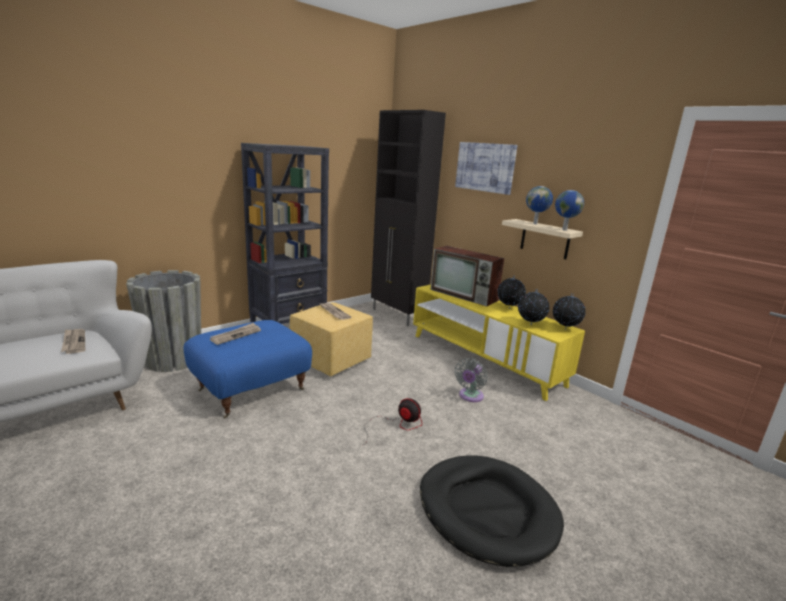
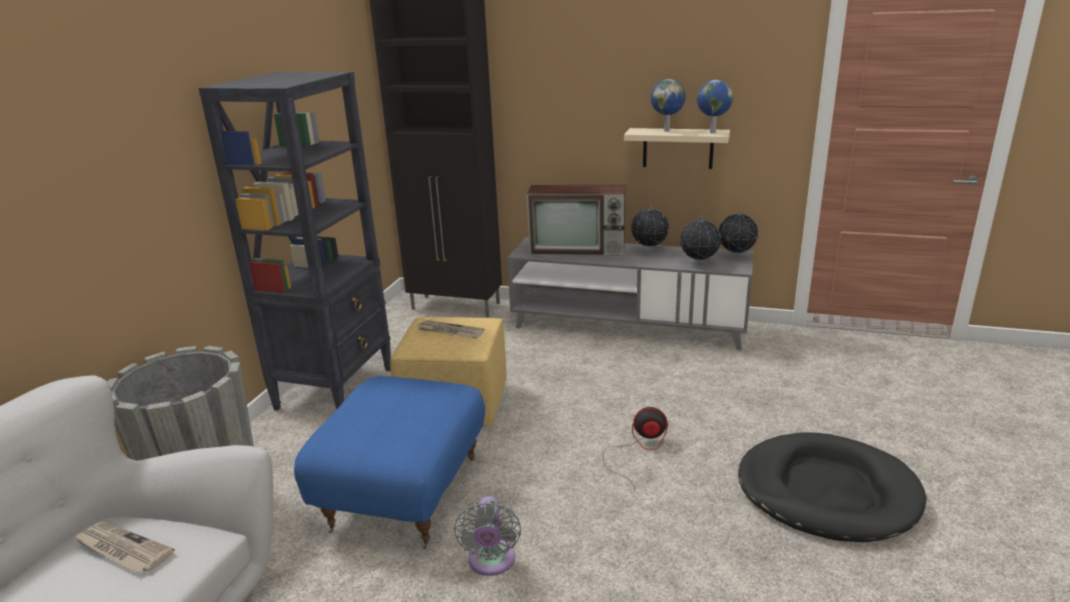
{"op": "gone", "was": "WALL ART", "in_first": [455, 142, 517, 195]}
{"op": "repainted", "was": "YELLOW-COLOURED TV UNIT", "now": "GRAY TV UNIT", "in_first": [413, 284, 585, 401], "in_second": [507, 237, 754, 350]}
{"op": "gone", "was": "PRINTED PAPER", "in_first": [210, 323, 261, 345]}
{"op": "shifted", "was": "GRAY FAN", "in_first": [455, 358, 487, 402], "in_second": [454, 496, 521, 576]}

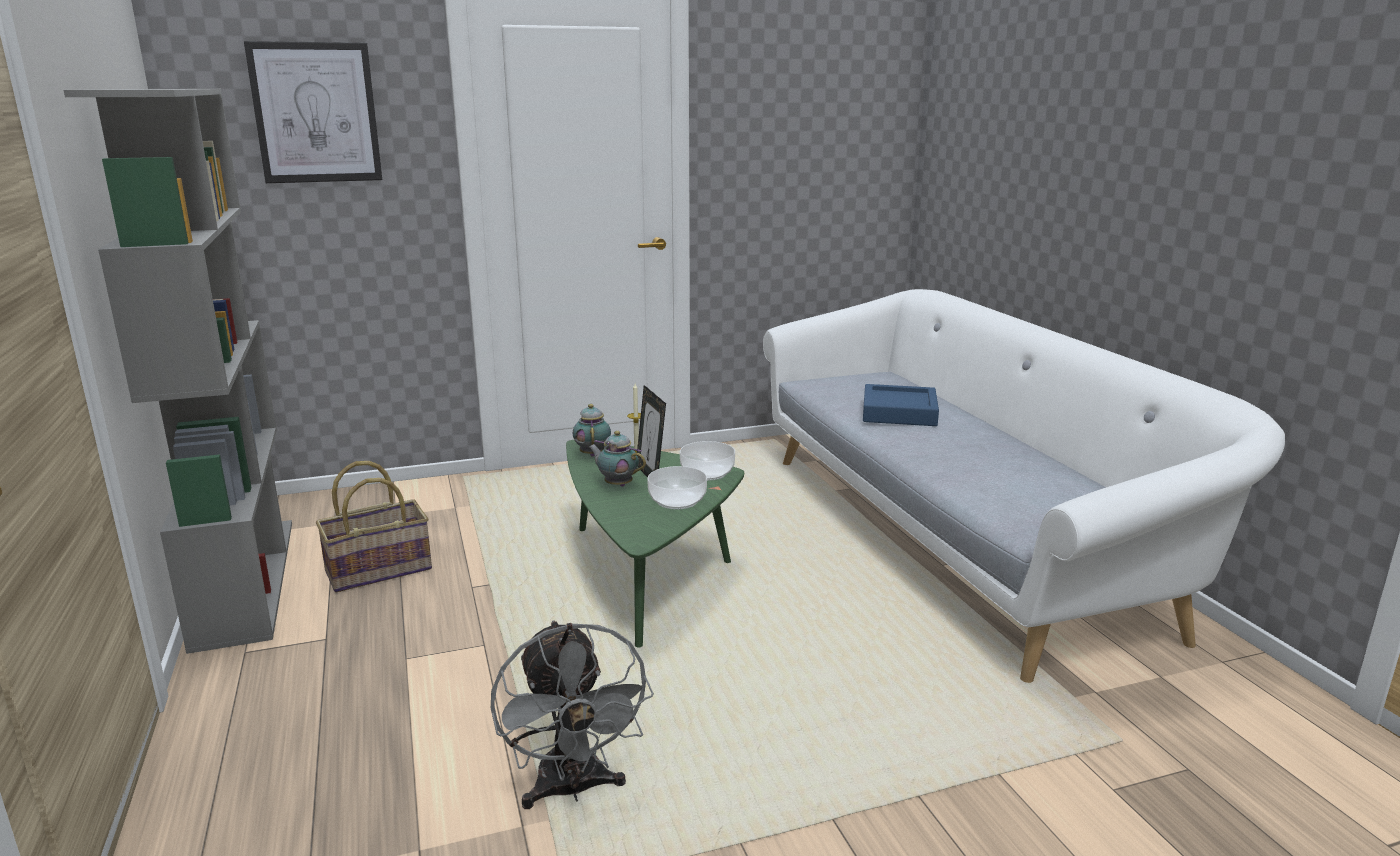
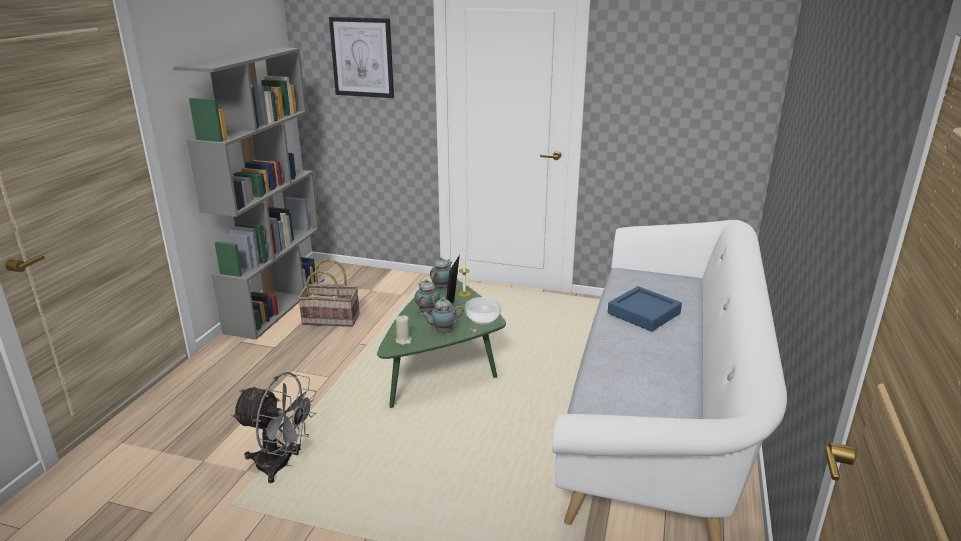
{"op": "swapped", "was": "BOWL", "now": "TEA POT", "in_first": [647, 466, 707, 509], "in_second": [421, 297, 464, 332]}
{"op": "rotated", "was": "GRAY FAN", "in_first": [491, 620, 654, 809], "in_second": [231, 372, 317, 483], "clockwise": -90}
{"op": "new", "now": "BEIGE-COLOURED WAX LIGHT", "in_second": [396, 315, 412, 345]}

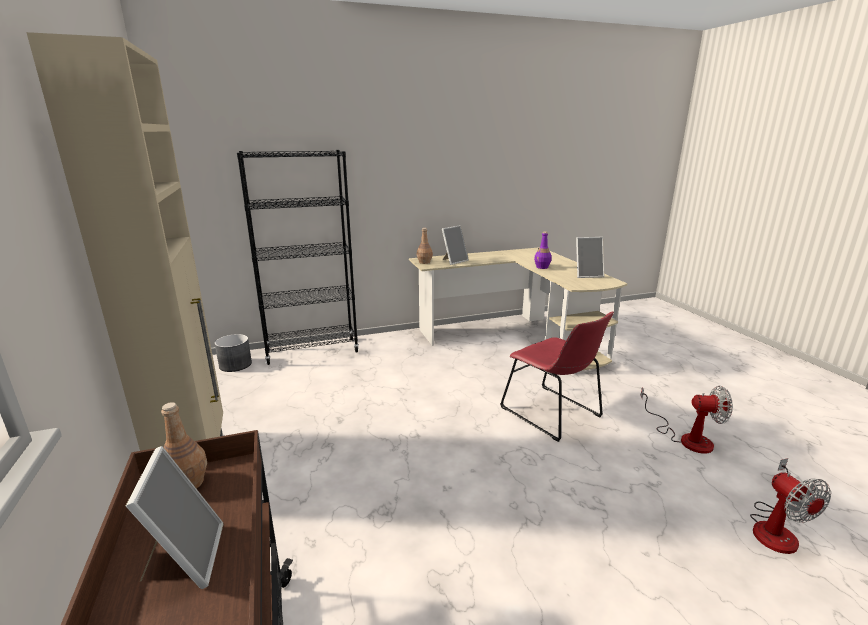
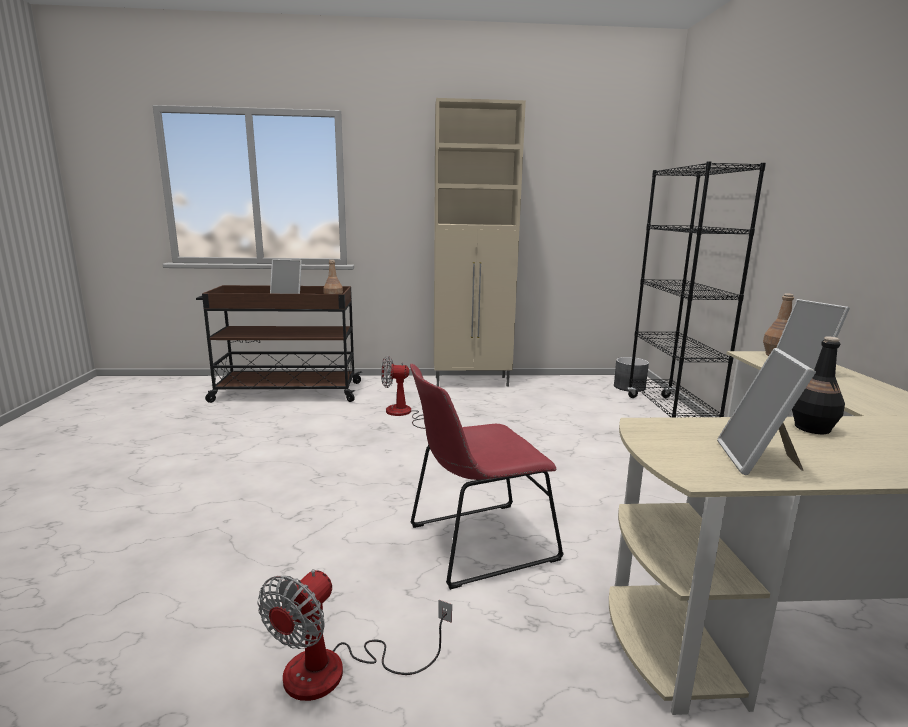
{"op": "repainted", "was": "PURPLISH BOTTLE", "now": "BLACK BOTTLE", "in_first": [534, 232, 552, 269], "in_second": [792, 336, 845, 434]}
{"op": "shifted", "was": "FAN", "in_first": [750, 458, 831, 554], "in_second": [381, 356, 425, 429]}

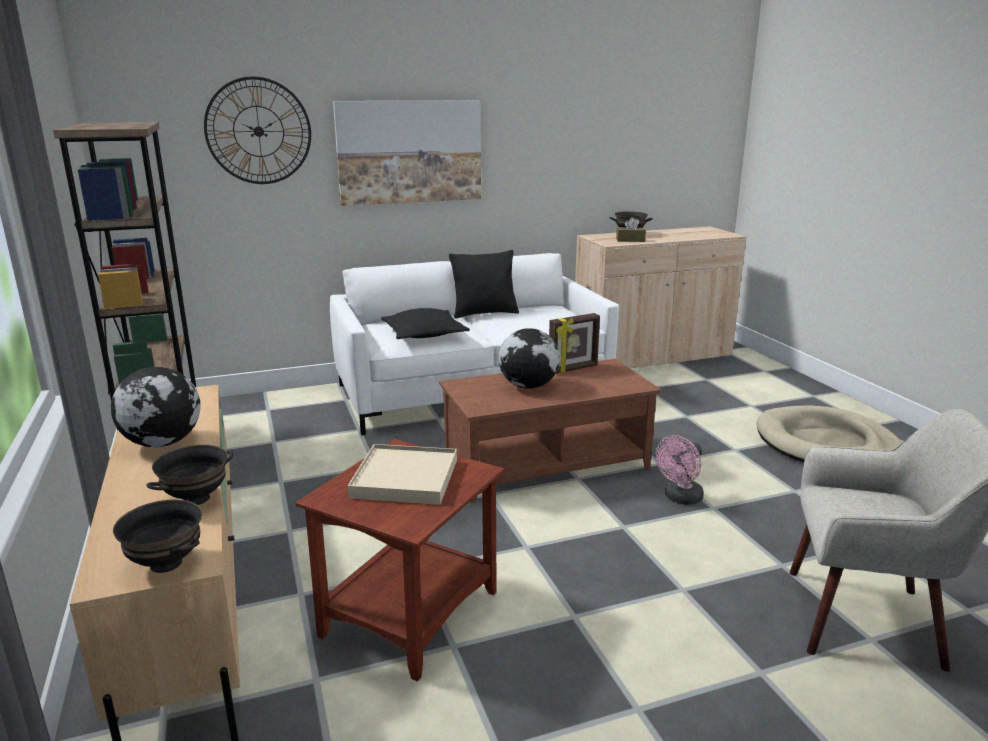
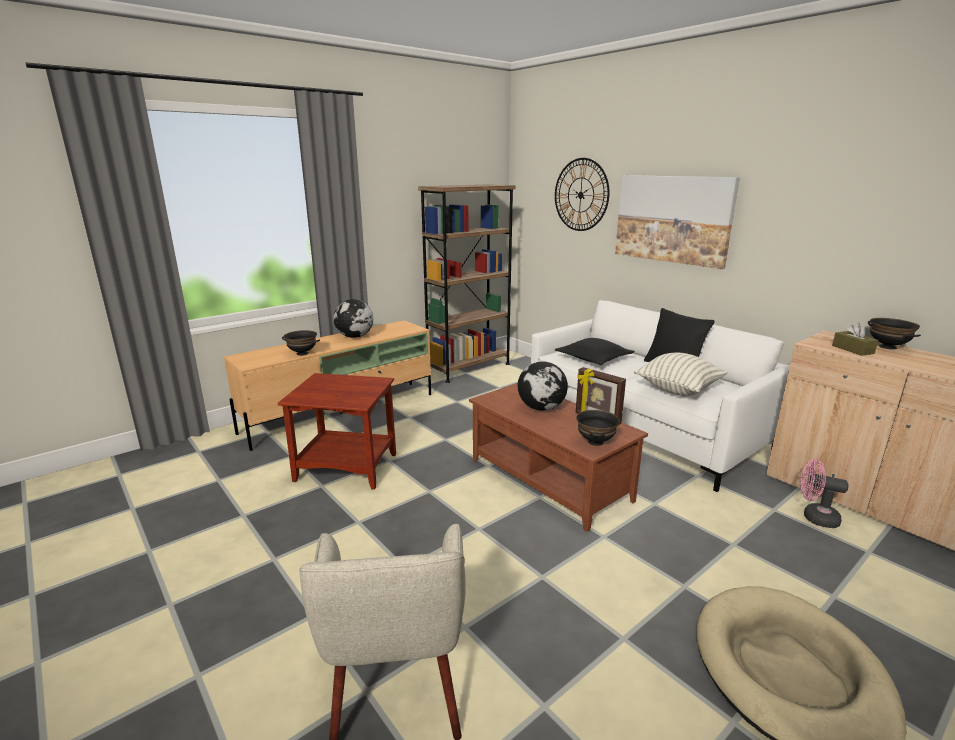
{"op": "shifted", "was": "PINKISH FAN", "in_first": [656, 435, 704, 505], "in_second": [800, 459, 849, 528]}
{"op": "gone", "was": "BEIGE-COLOURED SERVING TRAY", "in_first": [348, 444, 457, 505]}
{"op": "shifted", "was": "BLACK BOWL", "in_first": [113, 499, 202, 573], "in_second": [576, 410, 620, 446]}
{"op": "new", "now": "PILLOW", "in_second": [634, 353, 728, 396]}

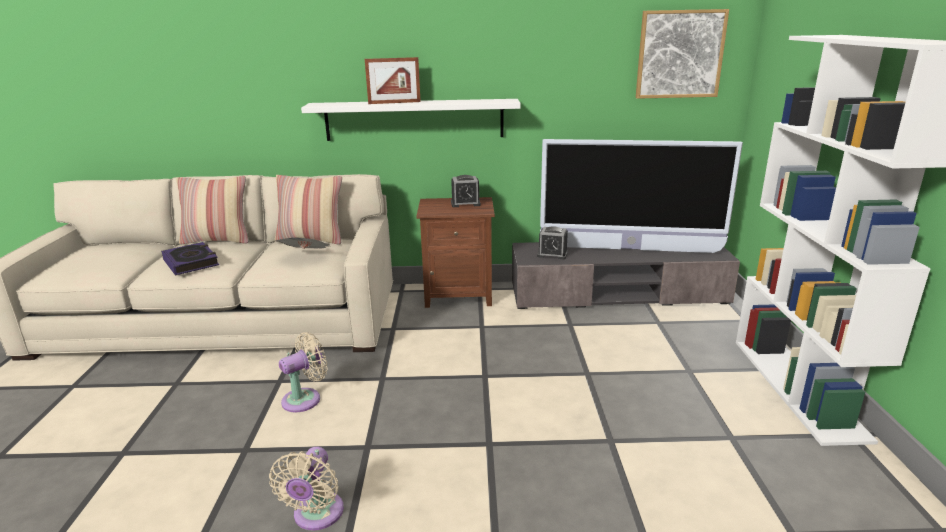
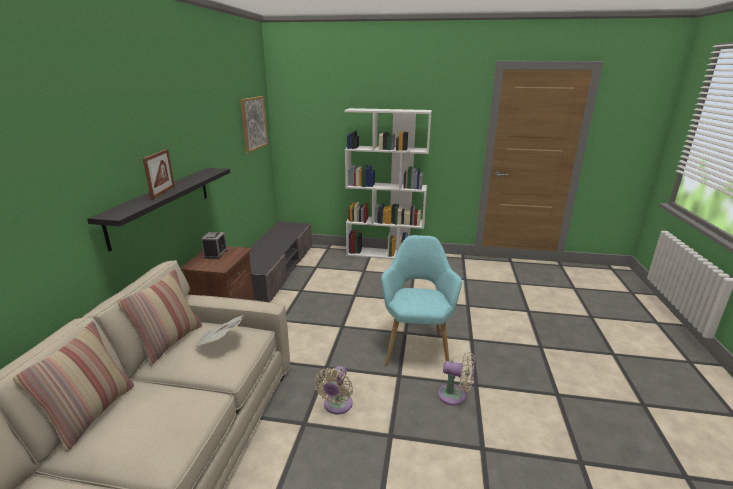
{"op": "repainted", "was": "WHITE-COLOURED WALL SHELF", "now": "BLACK WALL SHELF", "in_first": [301, 99, 521, 141], "in_second": [87, 168, 230, 251]}
{"op": "gone", "was": "TELEVISION", "in_first": [540, 139, 743, 253]}
{"op": "gone", "was": "TABLE CLOCK", "in_first": [537, 226, 568, 259]}
{"op": "gone", "was": "VOLUME", "in_first": [161, 242, 219, 275]}
{"op": "rotated", "was": "BEIGE-COLOURED FAN", "in_first": [279, 332, 328, 412], "in_second": [314, 366, 353, 414], "clockwise": -135}
{"op": "new", "now": "BLUE-GREEN EASY CHAIR", "in_second": [381, 235, 462, 366]}

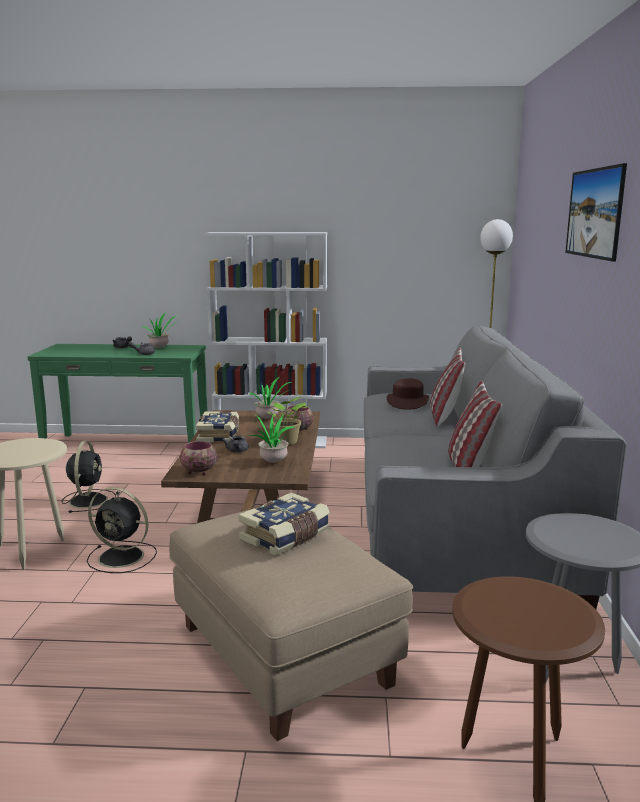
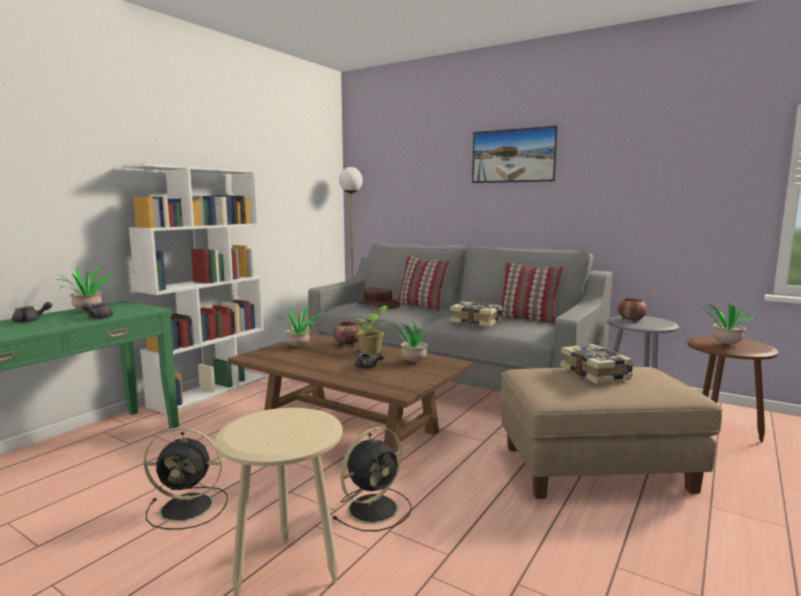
{"op": "shifted", "was": "VOLUME", "in_first": [196, 411, 239, 443], "in_second": [450, 302, 502, 326]}
{"op": "rotated", "was": "BLACK FAN", "in_first": [62, 441, 116, 513], "in_second": [144, 427, 228, 530], "clockwise": 150}
{"op": "shifted", "was": "BOWL", "in_first": [180, 441, 217, 475], "in_second": [617, 298, 647, 322]}
{"op": "new", "now": "HOUSEPLANT", "in_second": [699, 302, 757, 344]}

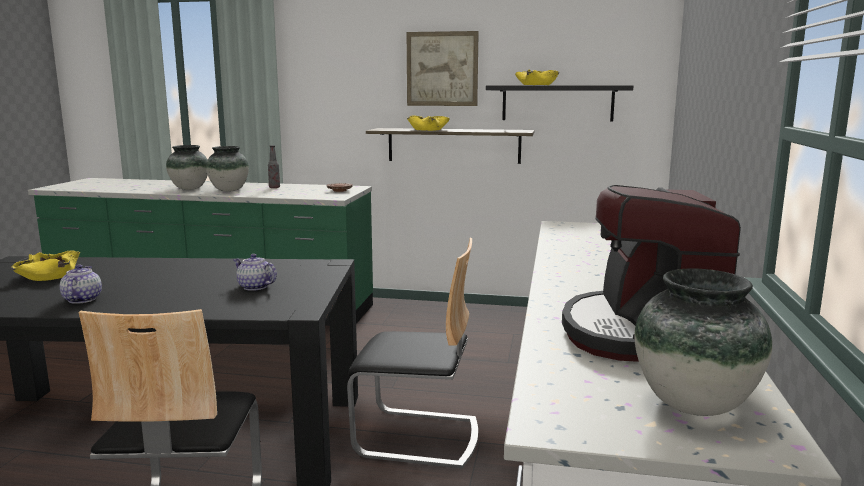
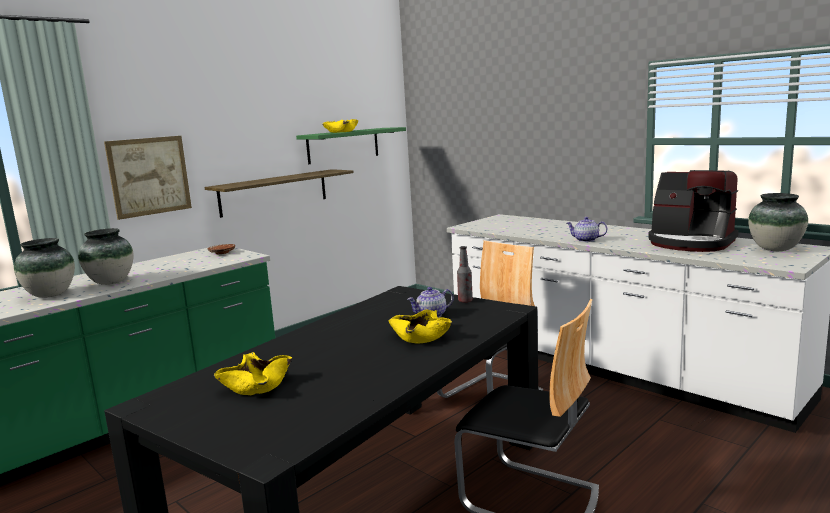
{"op": "shifted", "was": "WALL ART", "in_first": [407, 31, 479, 106], "in_second": [104, 136, 192, 220]}
{"op": "repainted", "was": "BLACK WALL SHELF", "now": "GREEN-COLOURED WALL SHELF", "in_first": [486, 85, 633, 121], "in_second": [296, 127, 406, 164]}
{"op": "shifted", "was": "YELLOW-COLOURED BOWL", "in_first": [407, 115, 450, 131], "in_second": [388, 310, 452, 344]}
{"op": "shifted", "was": "BOTTLE", "in_first": [268, 145, 280, 188], "in_second": [457, 246, 473, 303]}
{"op": "shifted", "was": "TEA POT", "in_first": [60, 264, 102, 304], "in_second": [567, 217, 607, 242]}

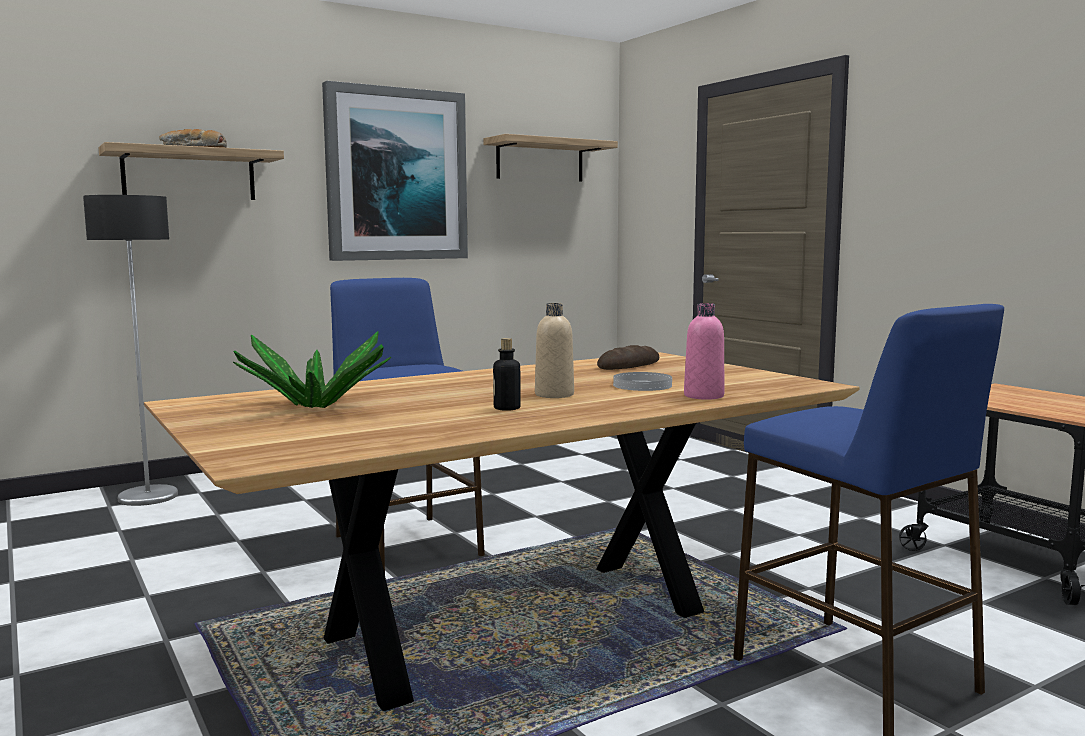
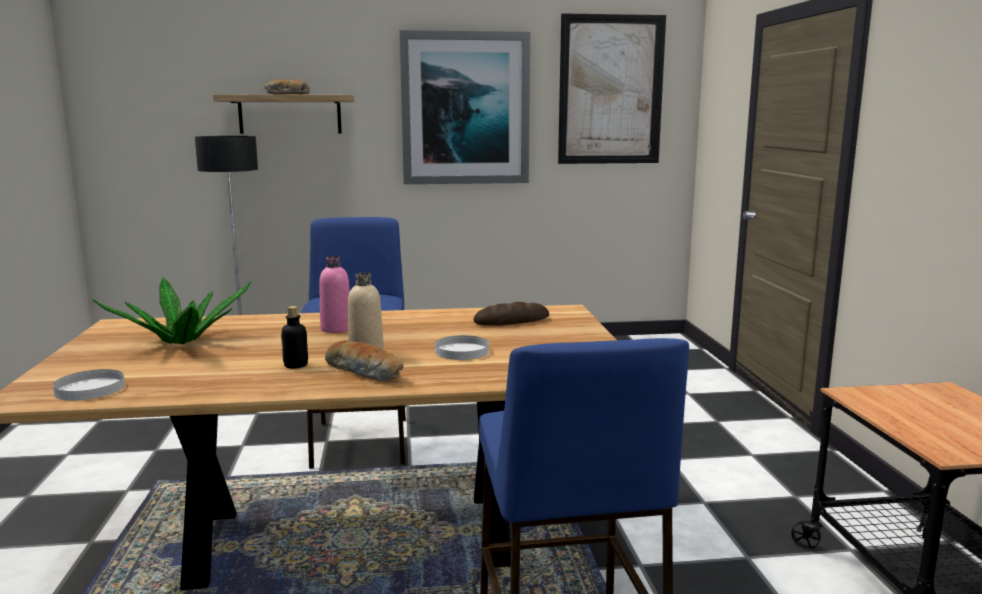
{"op": "swapped", "was": "WALL SHELF", "now": "WALL ART", "in_first": [483, 134, 618, 182], "in_second": [558, 13, 666, 164]}
{"op": "shifted", "was": "PINKISH BOTTLE", "in_first": [684, 303, 725, 400], "in_second": [319, 256, 350, 333]}
{"op": "new", "now": "BREAD", "in_second": [325, 340, 404, 381]}
{"op": "new", "now": "WHITE-COLOURED PLATE", "in_second": [53, 369, 125, 401]}

